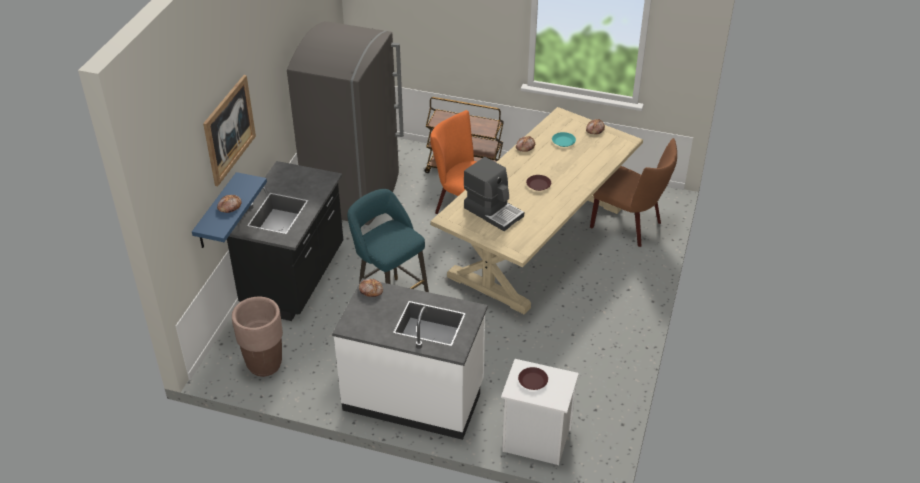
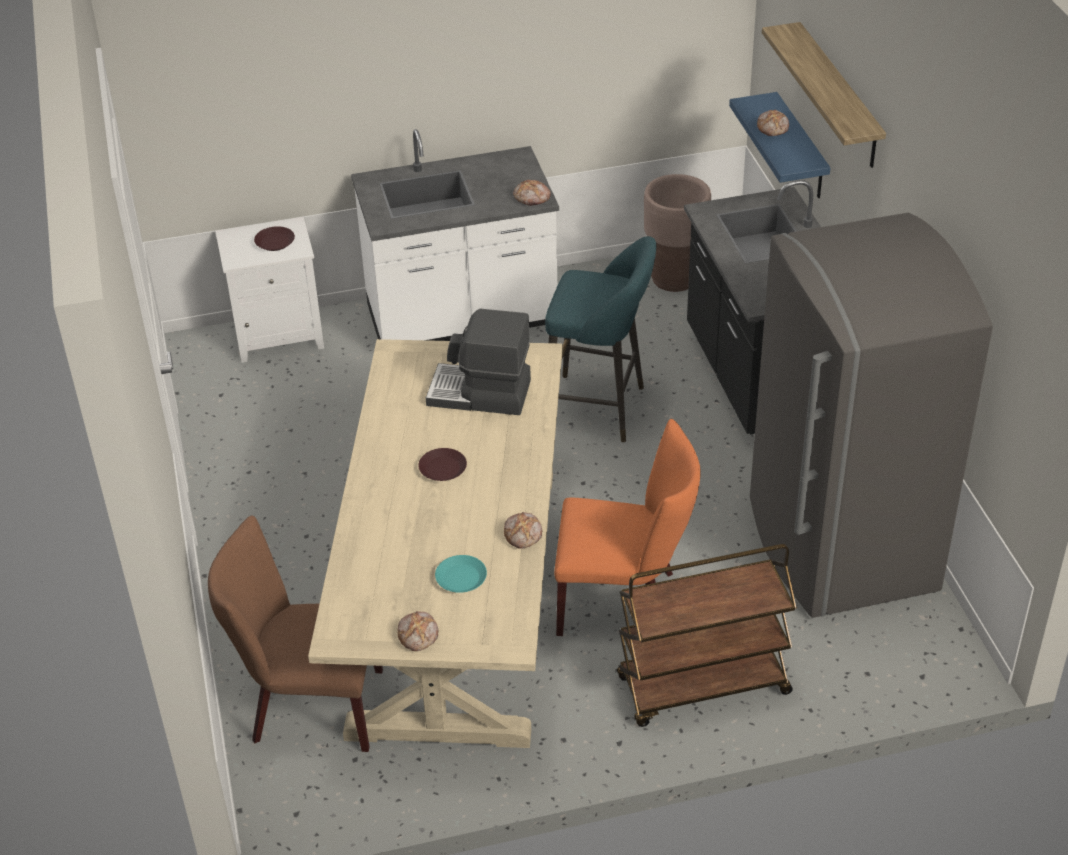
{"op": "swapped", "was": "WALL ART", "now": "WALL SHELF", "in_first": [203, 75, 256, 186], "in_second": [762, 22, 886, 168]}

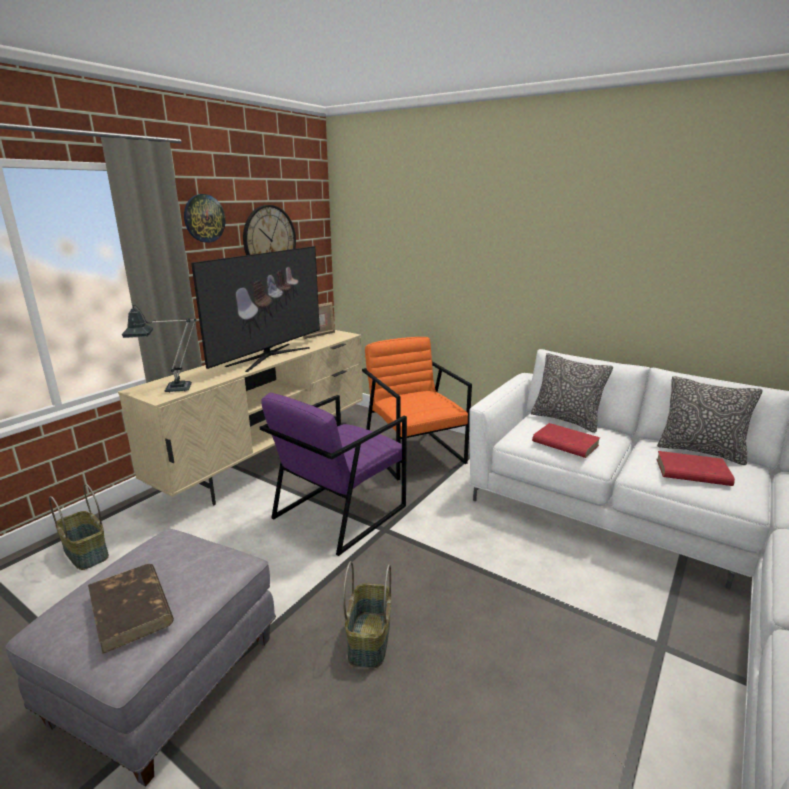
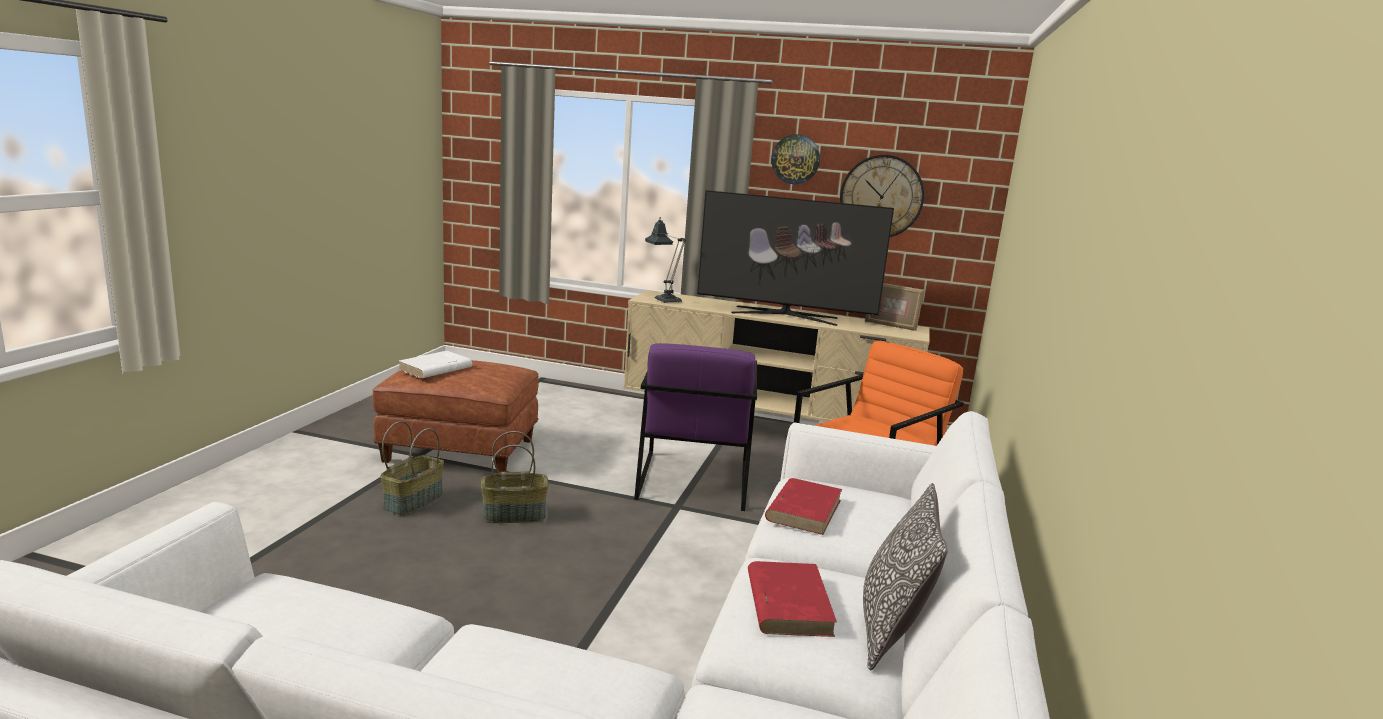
{"op": "gone", "was": "PILLOW", "in_first": [531, 353, 613, 433]}
{"op": "rotated", "was": "PURPLISH EASY CHAIR", "in_first": [260, 393, 407, 556], "in_second": [634, 343, 757, 511], "clockwise": -105}
{"op": "shifted", "was": "STORAGE BASKET", "in_first": [49, 484, 109, 570], "in_second": [380, 421, 444, 516]}
{"op": "repainted", "was": "GRAY POUFFE", "now": "BROWN POUFFE", "in_first": [5, 529, 276, 787], "in_second": [373, 360, 539, 474]}
{"op": "repainted", "was": "BROWN VOLUME", "now": "WHITE-COLOURED VOLUME", "in_first": [88, 564, 174, 654], "in_second": [398, 351, 472, 379]}

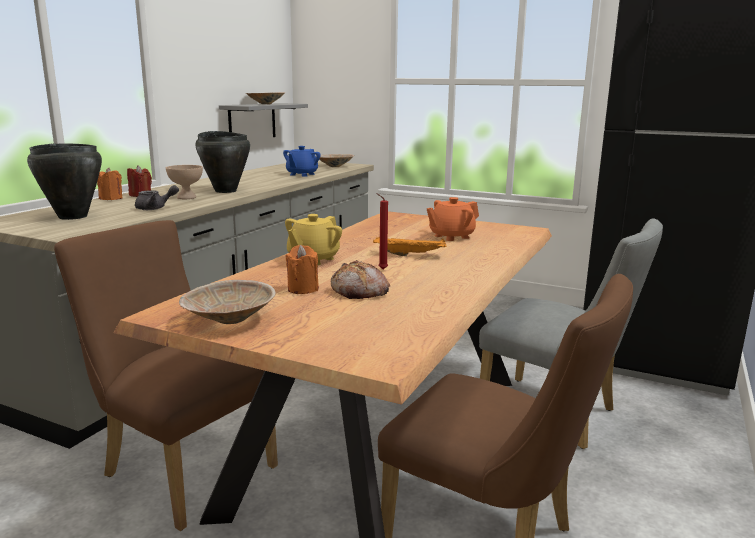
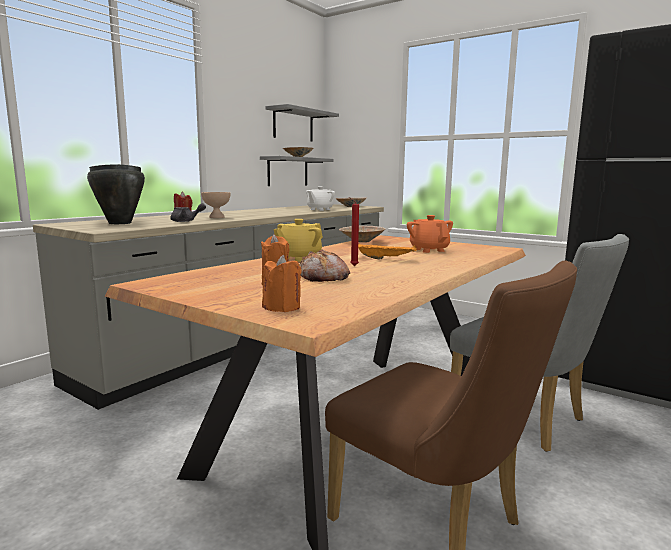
{"op": "gone", "was": "BLACK SAUCEPOT", "in_first": [195, 131, 250, 193]}
{"op": "repainted", "was": "BLUE TEA POT", "now": "WHITE-COLOURED TEA POT", "in_first": [283, 146, 321, 177], "in_second": [306, 186, 335, 211]}
{"op": "shifted", "was": "ORANGE-COLOURED WAX LIGHT", "in_first": [97, 168, 122, 200], "in_second": [262, 255, 302, 312]}
{"op": "rotated", "was": "ORANGE-COLOURED TEA POT", "in_first": [427, 197, 479, 241], "in_second": [407, 215, 453, 253], "clockwise": 90}
{"op": "gone", "was": "BROWN UPRIGHT CHAIR", "in_first": [54, 220, 278, 531]}
{"op": "shifted", "was": "BEIGE-COLOURED BOWL", "in_first": [179, 280, 276, 324], "in_second": [339, 225, 386, 243]}
{"op": "new", "now": "GRAY WALL SHELF", "in_second": [265, 104, 339, 142]}

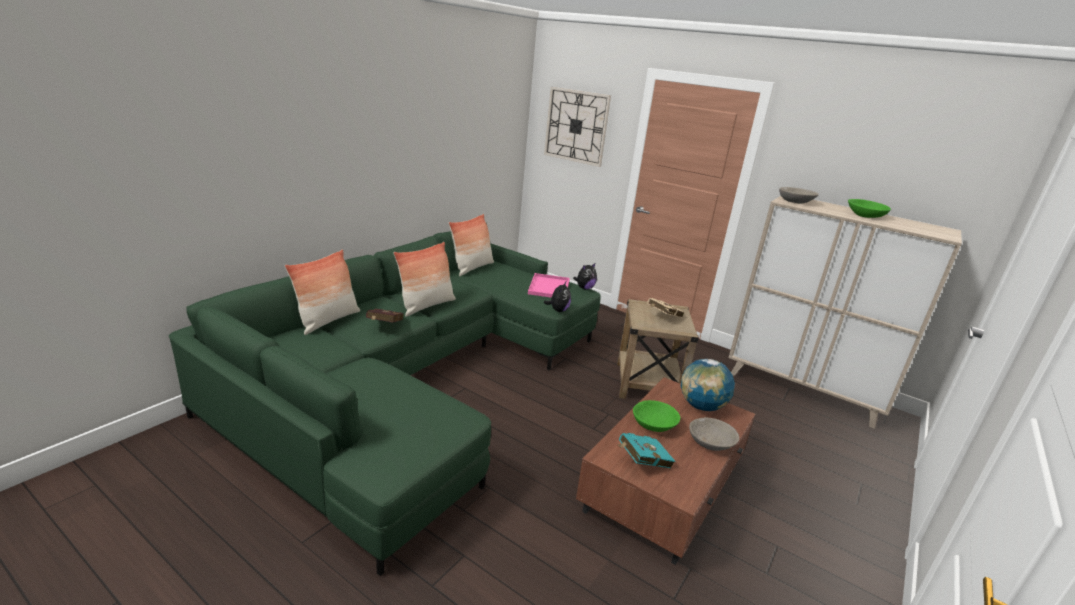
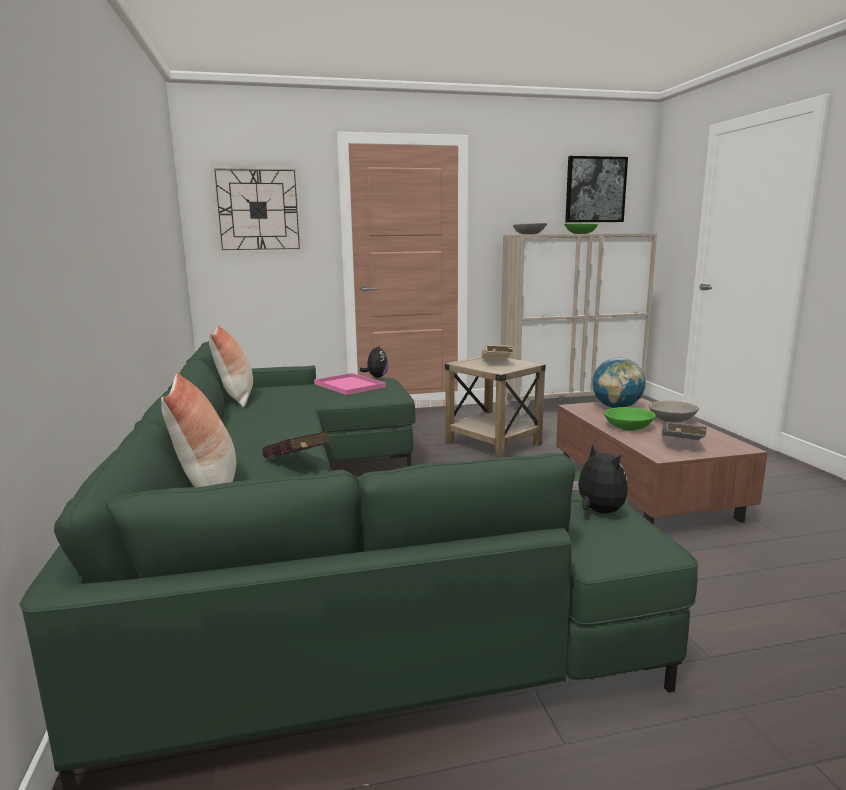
{"op": "gone", "was": "PILLOW", "in_first": [394, 242, 456, 317]}
{"op": "shifted", "was": "PLUSH TOY", "in_first": [544, 282, 571, 312], "in_second": [572, 444, 628, 514]}
{"op": "repainted", "was": "BLUE-GREEN VOLUME", "now": "GRAY VOLUME", "in_first": [617, 433, 675, 468], "in_second": [662, 422, 707, 440]}
{"op": "new", "now": "WALL ART", "in_second": [565, 156, 628, 222]}

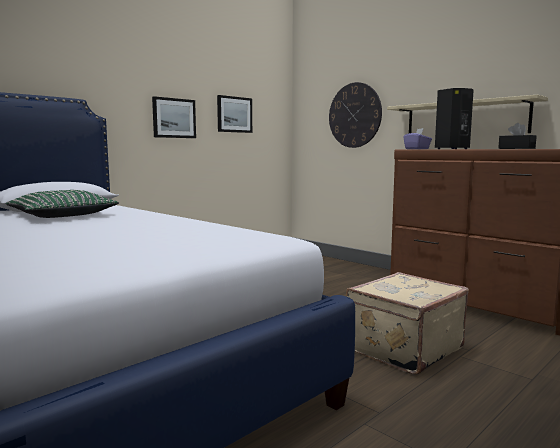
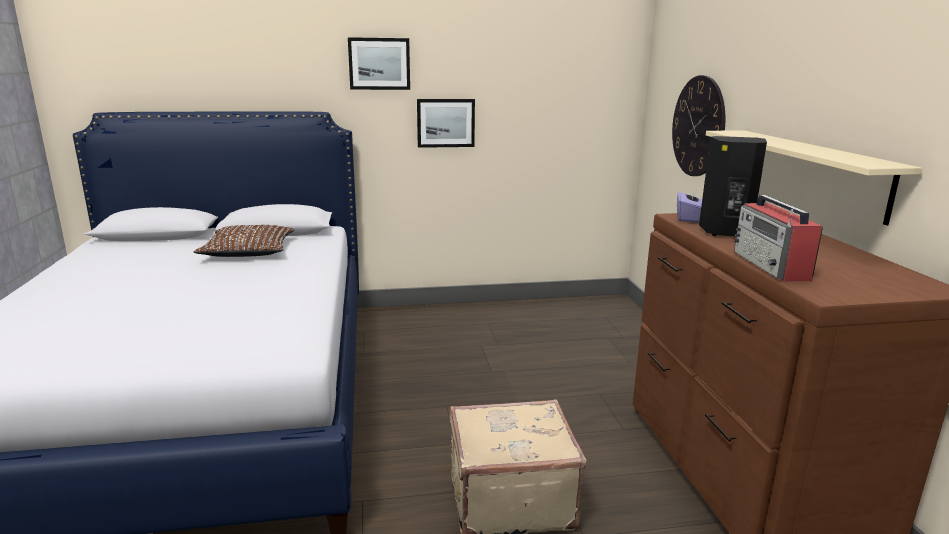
{"op": "shifted", "was": "WALL ART", "in_first": [217, 95, 252, 133], "in_second": [348, 37, 410, 90]}
{"op": "swapped", "was": "BLACK TISSUE HOLDER", "now": "RADIO", "in_first": [498, 123, 537, 149], "in_second": [734, 195, 823, 282]}
{"op": "repainted", "was": "GREEN-COLOURED PILLOW", "now": "BROWN PILLOW", "in_first": [6, 190, 119, 218], "in_second": [194, 225, 294, 257]}

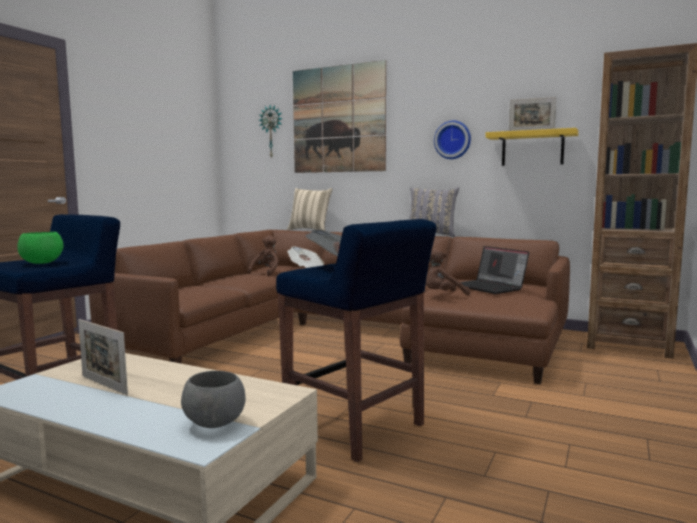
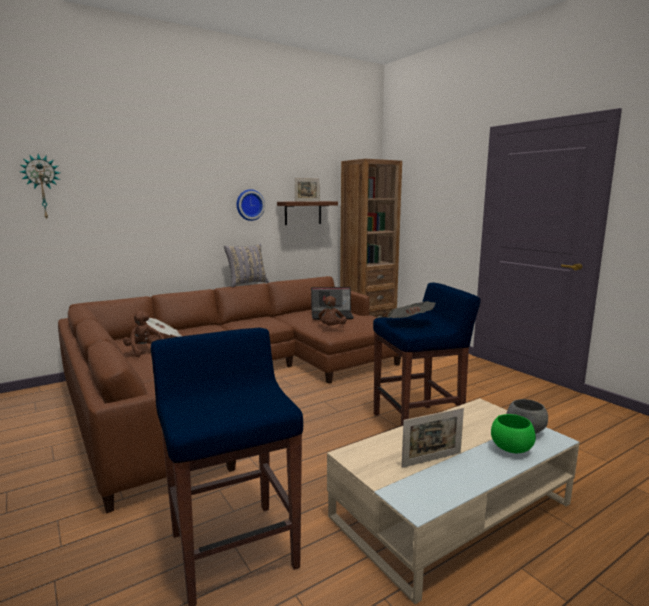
{"op": "gone", "was": "WALL ART", "in_first": [293, 60, 386, 173]}
{"op": "repainted", "was": "YELLOW-COLOURED WALL SHELF", "now": "BROWN WALL SHELF", "in_first": [485, 128, 578, 166], "in_second": [277, 201, 338, 225]}
{"op": "gone", "was": "BEIGE-COLOURED PILLOW", "in_first": [287, 188, 333, 231]}
{"op": "shifted", "was": "GREEN-COLOURED BOWL", "in_first": [17, 232, 64, 264], "in_second": [491, 414, 536, 453]}

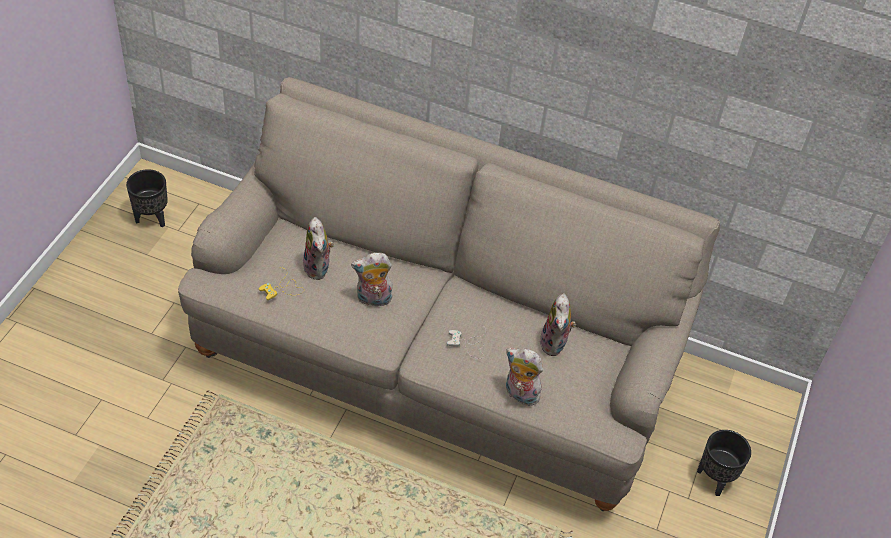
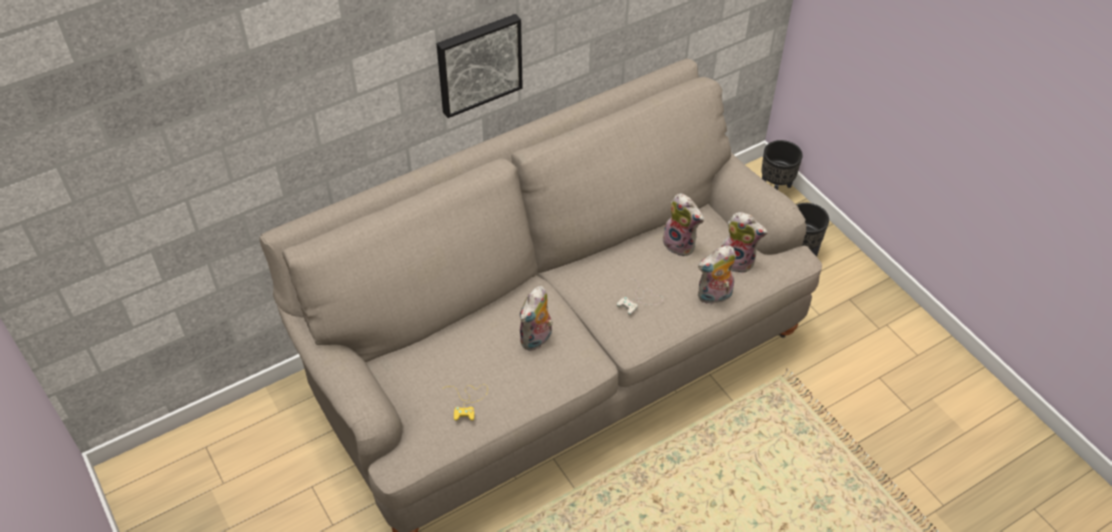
{"op": "shifted", "was": "BLACK PLANT POT", "in_first": [126, 169, 168, 228], "in_second": [761, 140, 803, 190]}
{"op": "shifted", "was": "PLUSH TOY", "in_first": [303, 217, 334, 280], "in_second": [721, 212, 768, 274]}
{"op": "new", "now": "WALL ART", "in_second": [436, 14, 523, 118]}

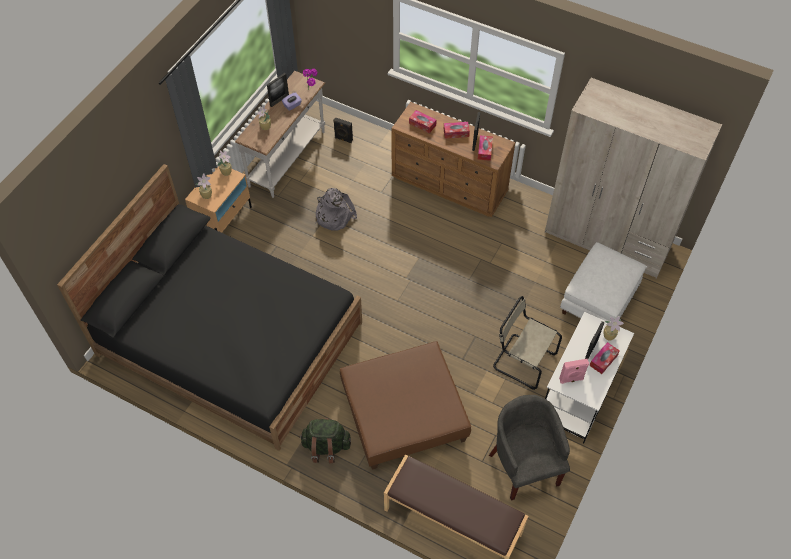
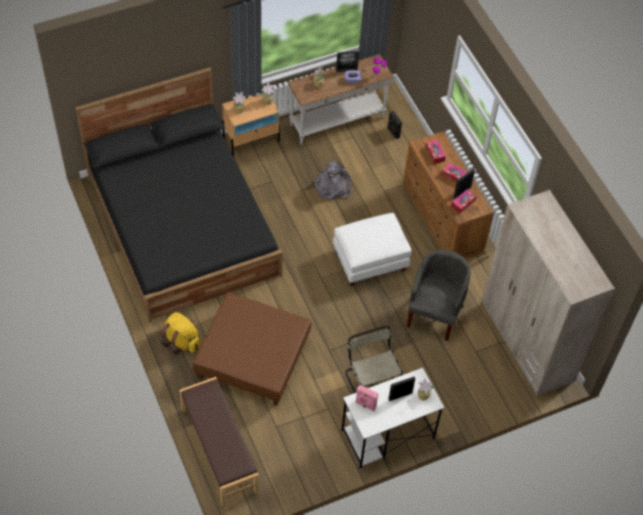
{"op": "shifted", "was": "WHITE-COLOURED POUFFE", "in_first": [560, 242, 646, 322], "in_second": [333, 213, 412, 286]}
{"op": "gone", "was": "TISSUE HOLDER", "in_first": [589, 342, 620, 374]}
{"op": "shifted", "was": "GRAY EASY CHAIR", "in_first": [489, 395, 570, 500], "in_second": [407, 250, 471, 341]}
{"op": "repainted", "was": "GREEN-COLOURED RUCKSACK", "now": "YELLOW-COLOURED RUCKSACK", "in_first": [299, 418, 351, 464], "in_second": [160, 312, 201, 355]}

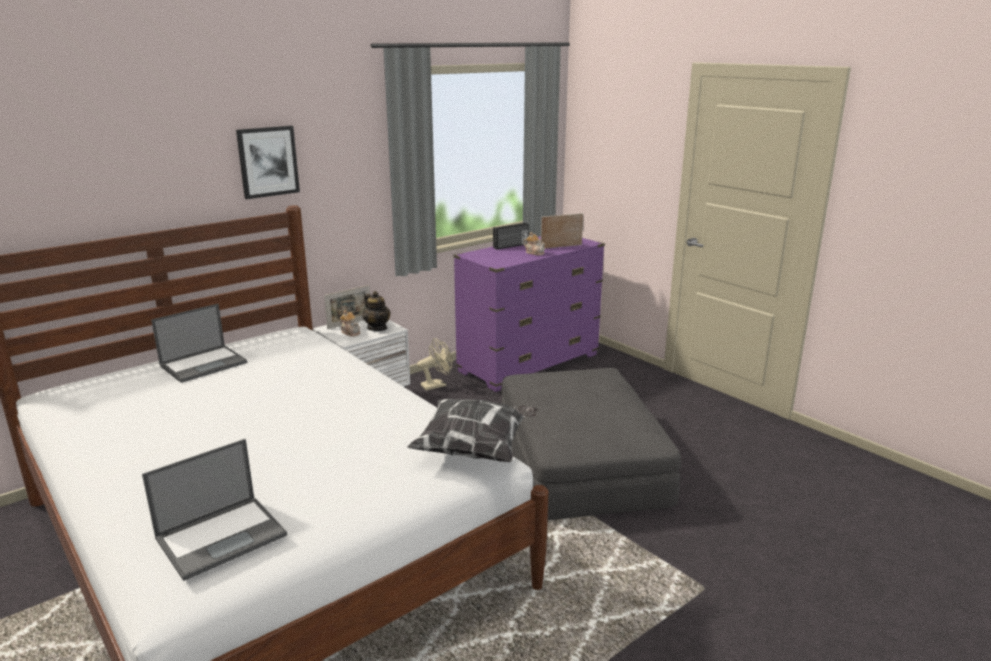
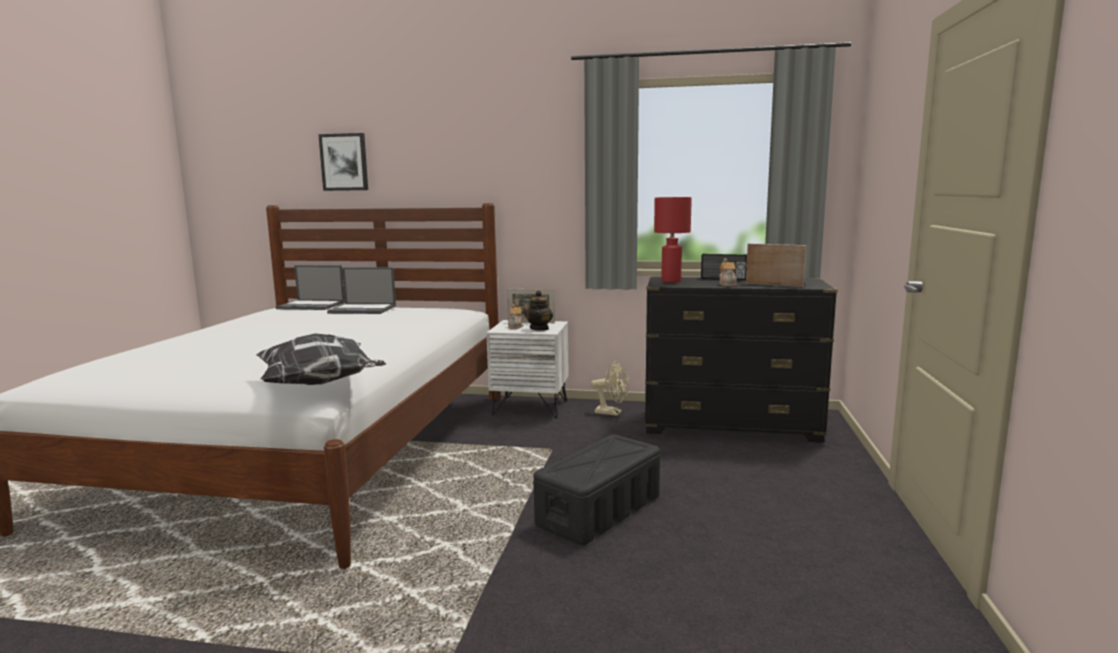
{"op": "shifted", "was": "WALL ART", "in_first": [236, 126, 300, 199], "in_second": [318, 133, 368, 191]}
{"op": "repainted", "was": "PURPLISH CHEST OF DRAWERS", "now": "BLACK CHEST OF DRAWERS", "in_first": [454, 236, 605, 392], "in_second": [645, 277, 838, 443]}
{"op": "swapped", "was": "GRAY POUFFE", "now": "BLACK STORAGE CONTAINER", "in_first": [501, 368, 681, 520], "in_second": [533, 435, 660, 545]}
{"op": "shifted", "was": "NOTEBOOK COMPUTER", "in_first": [142, 439, 287, 581], "in_second": [276, 265, 345, 310]}
{"op": "new", "now": "REDDISH TABLE LAMP", "in_second": [654, 197, 692, 283]}

